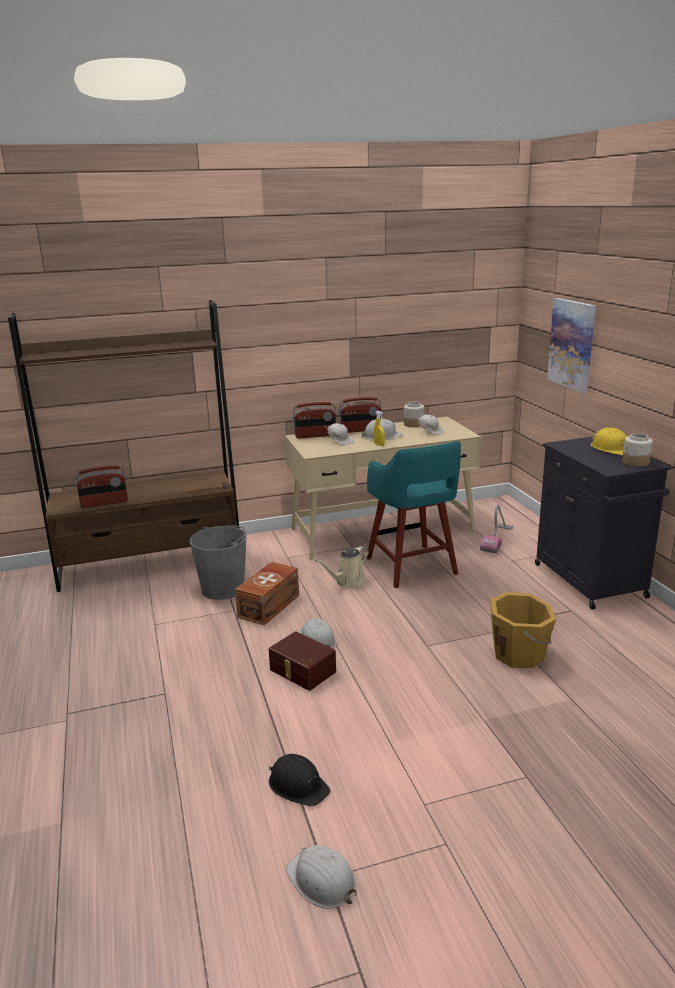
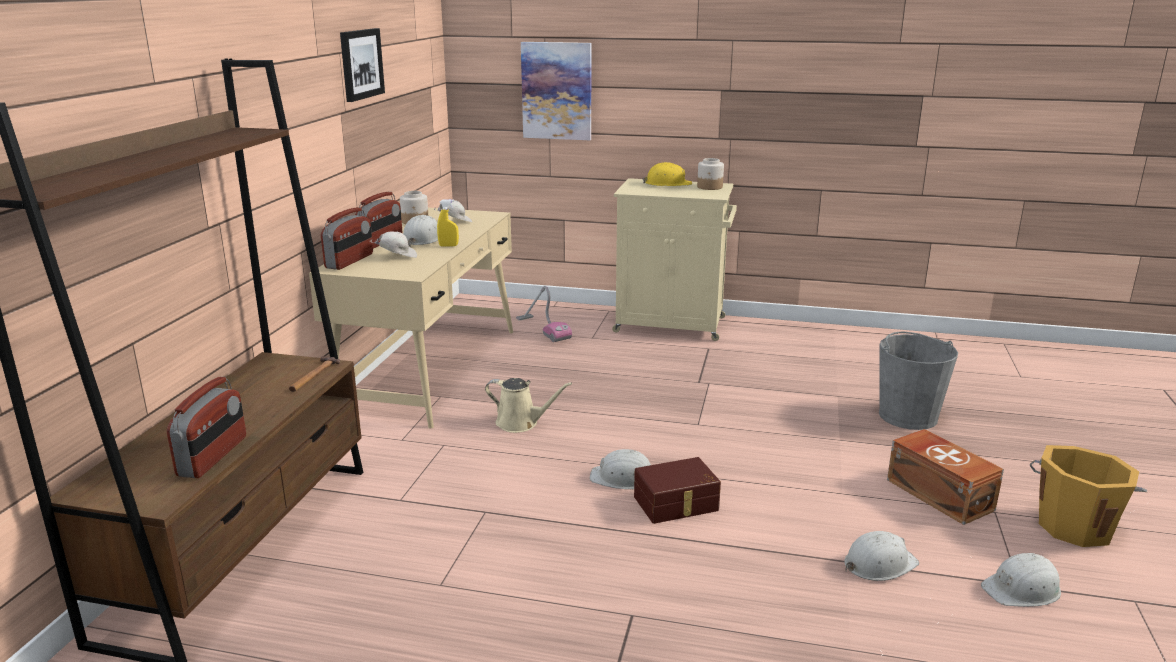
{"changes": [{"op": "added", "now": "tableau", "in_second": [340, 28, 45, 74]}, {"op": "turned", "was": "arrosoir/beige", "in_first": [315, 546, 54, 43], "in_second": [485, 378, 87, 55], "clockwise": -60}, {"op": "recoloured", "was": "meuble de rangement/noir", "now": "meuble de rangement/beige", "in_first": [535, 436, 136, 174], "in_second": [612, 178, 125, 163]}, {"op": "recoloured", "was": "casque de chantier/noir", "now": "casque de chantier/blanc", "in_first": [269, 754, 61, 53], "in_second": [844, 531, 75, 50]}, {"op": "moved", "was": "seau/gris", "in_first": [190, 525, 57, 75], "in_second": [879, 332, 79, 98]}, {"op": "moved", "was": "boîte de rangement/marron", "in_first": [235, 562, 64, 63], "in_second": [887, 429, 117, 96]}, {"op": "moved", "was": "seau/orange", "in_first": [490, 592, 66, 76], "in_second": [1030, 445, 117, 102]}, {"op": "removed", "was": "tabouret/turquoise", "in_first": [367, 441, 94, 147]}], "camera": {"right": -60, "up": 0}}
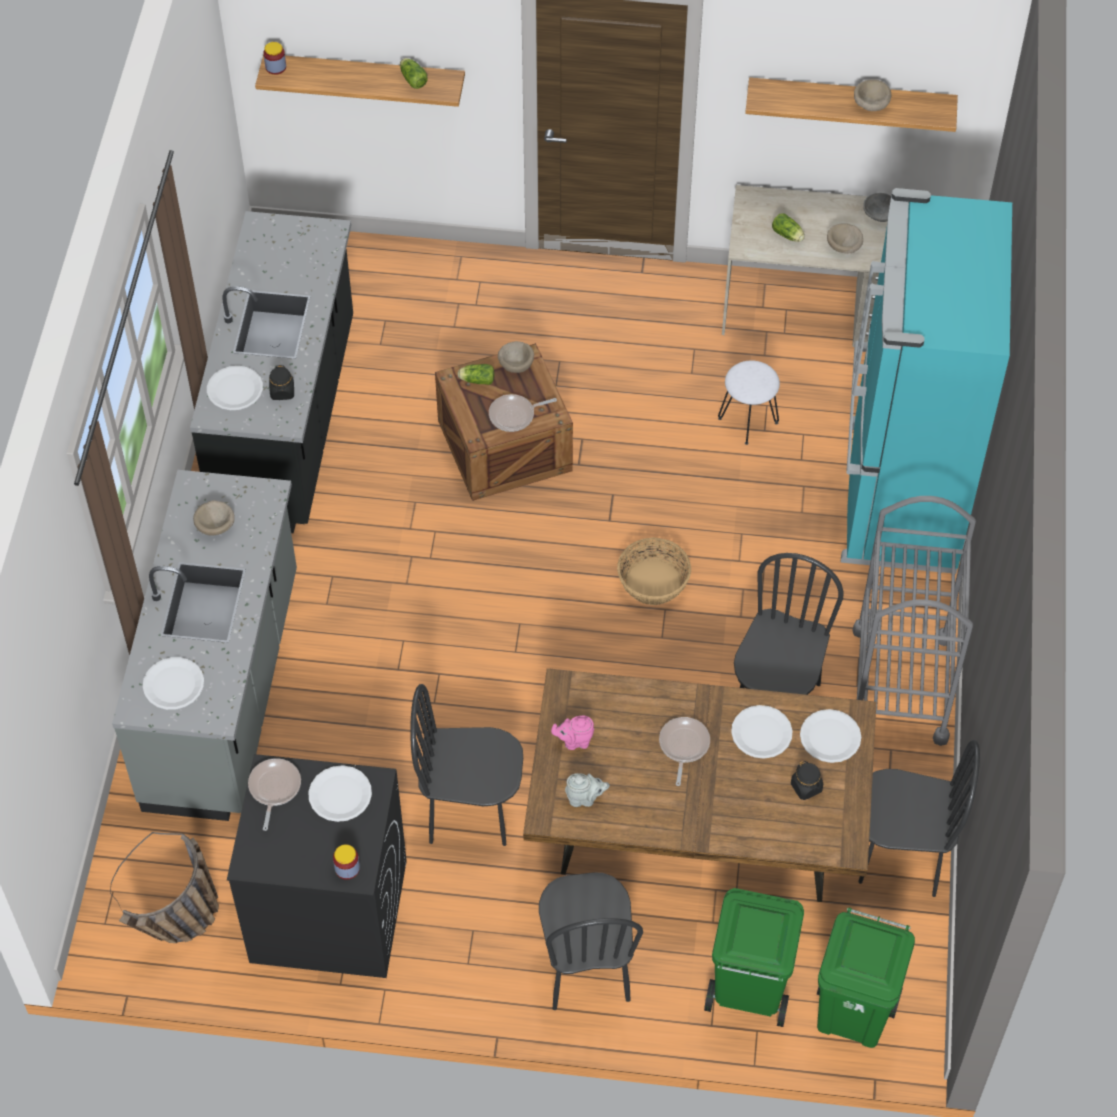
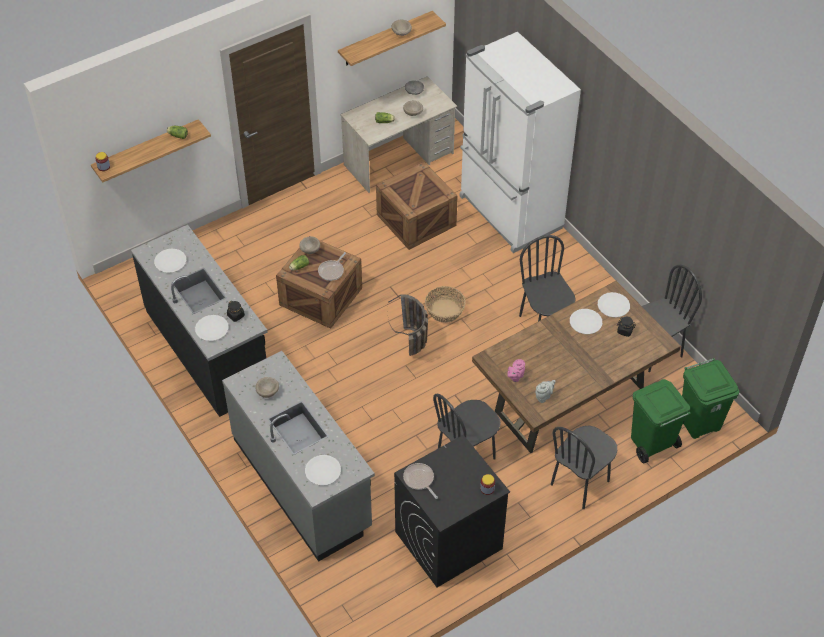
{"changes": [{"op": "moved", "was": "assiette/blanc", "in_first": [308, 765, 64, 57], "in_second": [154, 249, 32, 24]}, {"op": "replaced", "was": "tabouret/blanc", "now": "caisse", "in_first": [718, 360, 62, 85], "in_second": [376, 162, 82, 88]}, {"op": "moved", "was": "panier", "in_first": [110, 832, 109, 111], "in_second": [388, 294, 40, 62]}, {"op": "recoloured", "was": "réfrigérateur/turquoise", "now": "réfrigérateur/blanc", "in_first": [841, 188, 171, 386], "in_second": [459, 32, 122, 221]}, {"op": "turned", "was": "chaise/noir", "in_first": [539, 873, 104, 137], "in_second": [551, 425, 66, 84], "clockwise": 90}, {"op": "removed", "was": "poêle", "in_first": [659, 717, 51, 69]}, {"op": "removed", "was": "chariot/gris", "in_first": [852, 496, 124, 250]}], "camera": {"right": -40, "up": -5}}
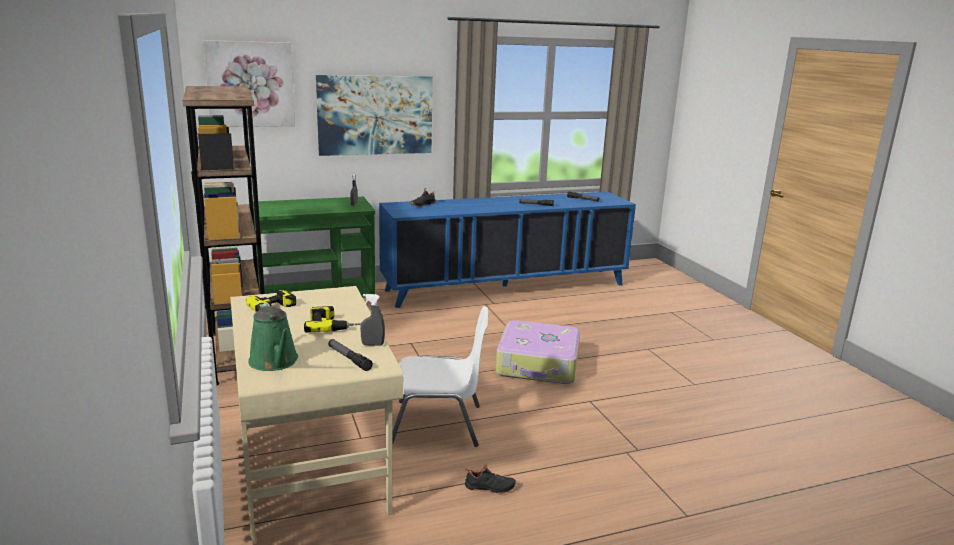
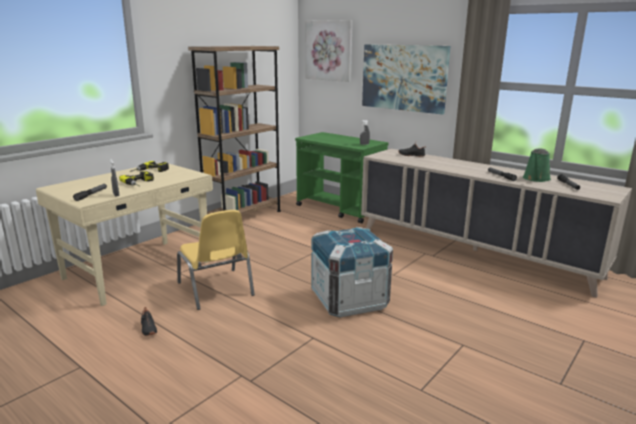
{"changes": [{"op": "recoloured", "was": "chaise/blanc", "now": "chaise/jaune", "in_first": [392, 306, 96, 141], "in_second": [177, 210, 78, 100]}, {"op": "replaced", "was": "valise", "now": "caisse", "in_first": [496, 320, 84, 64], "in_second": [311, 227, 82, 91]}, {"op": "recoloured", "was": "meuble de rangement/bleu", "now": "meuble de rangement/beige", "in_first": [379, 192, 257, 116], "in_second": [361, 148, 271, 150]}, {"op": "moved", "was": "arrosoir/vert", "in_first": [248, 303, 50, 68], "in_second": [523, 149, 28, 33]}], "camera": {"right": 60, "up": 0}}
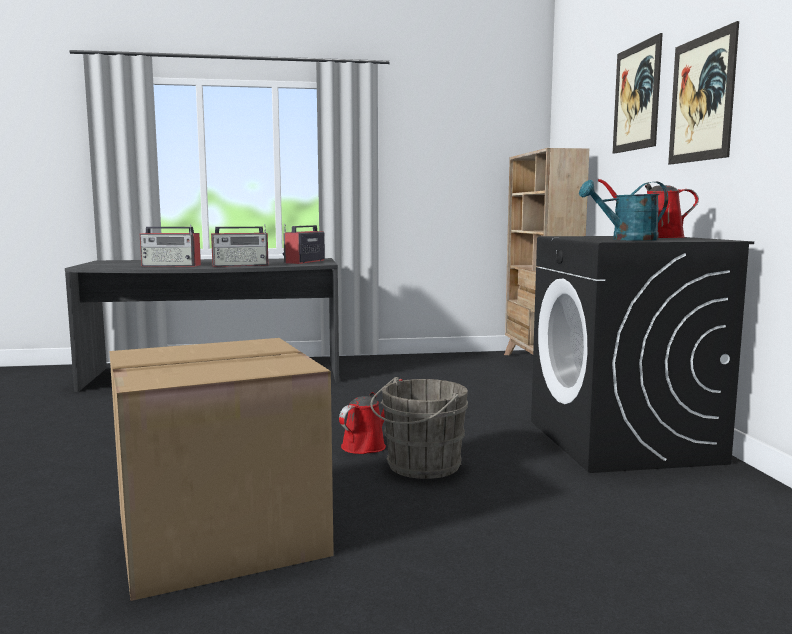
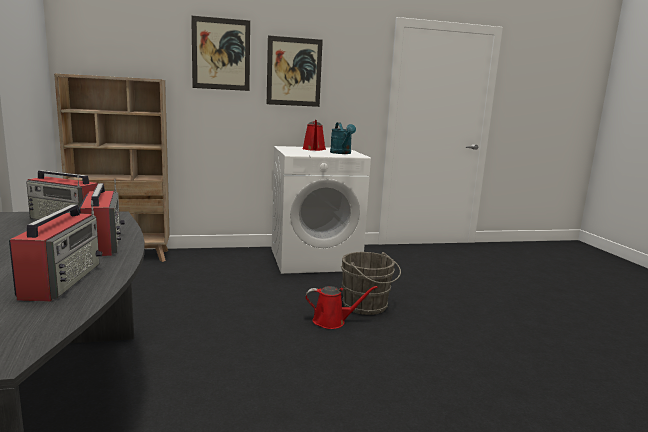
{"changes": [{"op": "recoloured", "was": "lave-linge/noir", "now": "lave-linge/blanc", "in_first": [531, 236, 223, 237], "in_second": [272, 146, 99, 128]}, {"op": "turned", "was": "arrosoir/rouge", "in_first": [339, 379, 63, 75], "in_second": [306, 286, 71, 43], "clockwise": 150}, {"op": "removed", "was": "carton", "in_first": [109, 338, 225, 263]}], "camera": {"right": -95, "up": 5}}
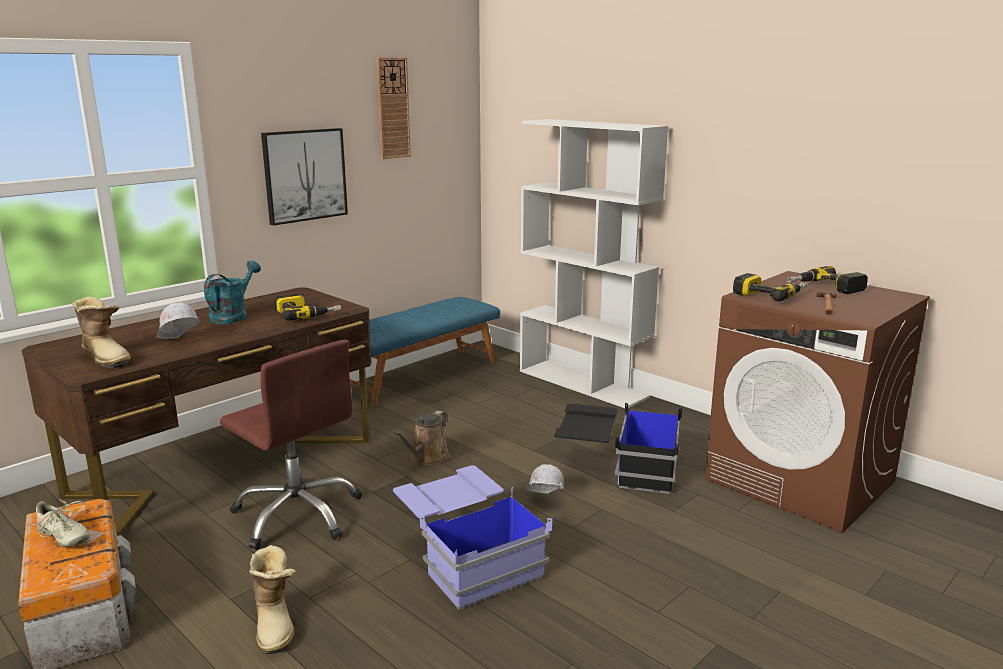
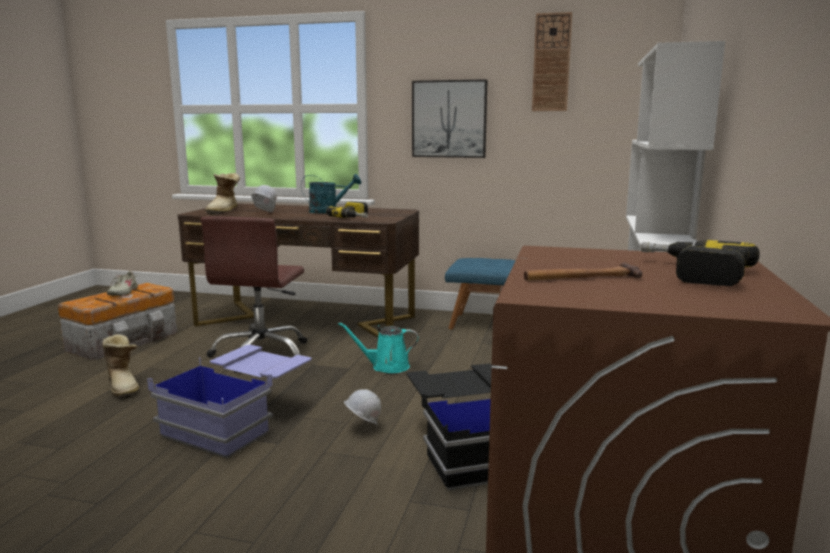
{"changes": [{"op": "turned", "was": "botte", "in_first": [249, 545, 47, 109], "in_second": [103, 334, 36, 65], "clockwise": -75}, {"op": "recoloured", "was": "arrosoir/marron", "now": "arrosoir/turquoise", "in_first": [393, 411, 57, 54], "in_second": [338, 322, 81, 51]}, {"op": "removed", "was": "perceuse", "in_first": [733, 273, 75, 29]}], "camera": {"right": 60, "up": -5}}
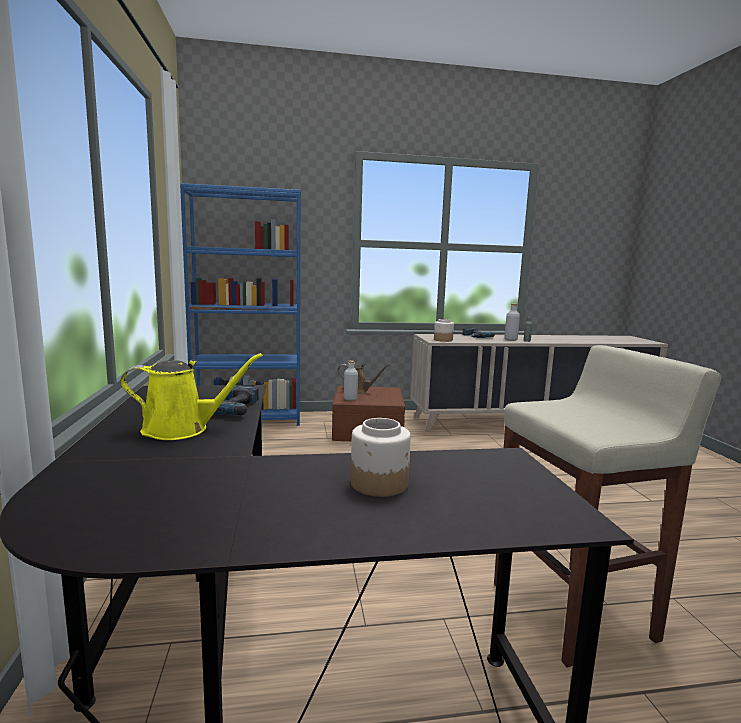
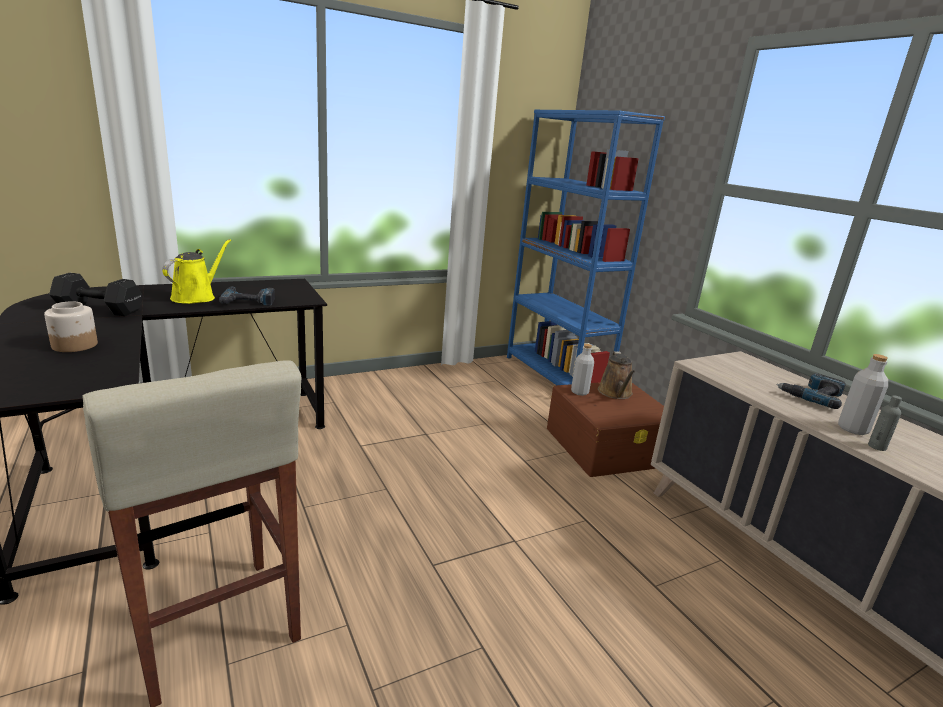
{"changes": [{"op": "added", "now": "haltère/noir", "in_second": [49, 273, 94, 43]}, {"op": "turned", "was": "arrosoir/jaune", "in_first": [120, 353, 143, 87], "in_second": [162, 239, 69, 65], "clockwise": -135}, {"op": "removed", "was": "bocal", "in_first": [434, 319, 20, 23]}], "camera": {"right": 70, "up": 10}}
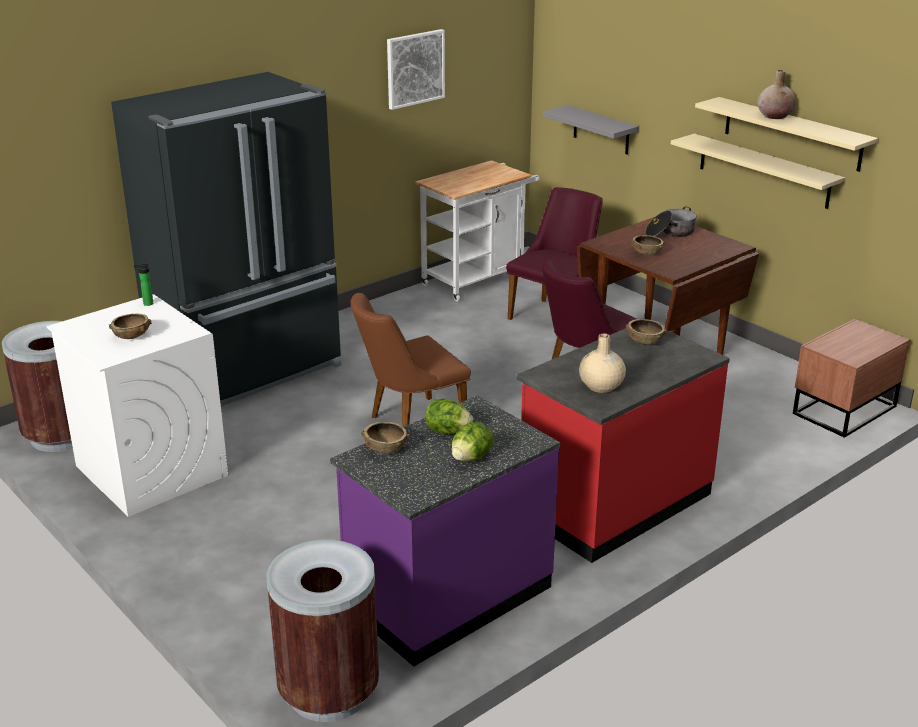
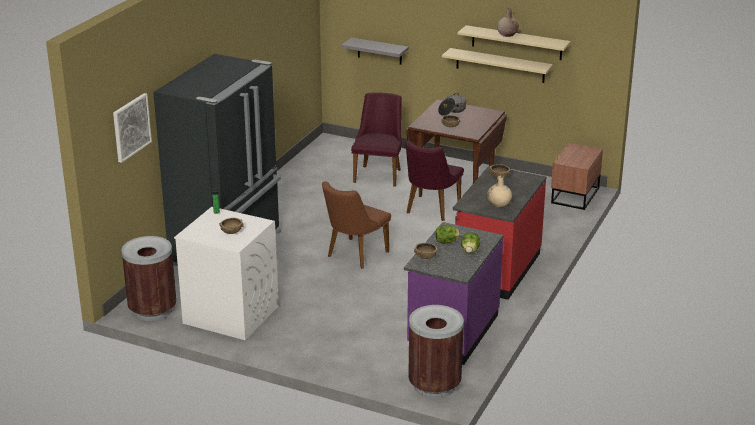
{"changes": [{"op": "moved", "was": "tableau", "in_first": [387, 29, 58, 81], "in_second": [113, 93, 39, 70]}, {"op": "removed", "was": "chariot/blanc", "in_first": [415, 160, 124, 141]}], "camera": {"right": -25, "up": 0}}
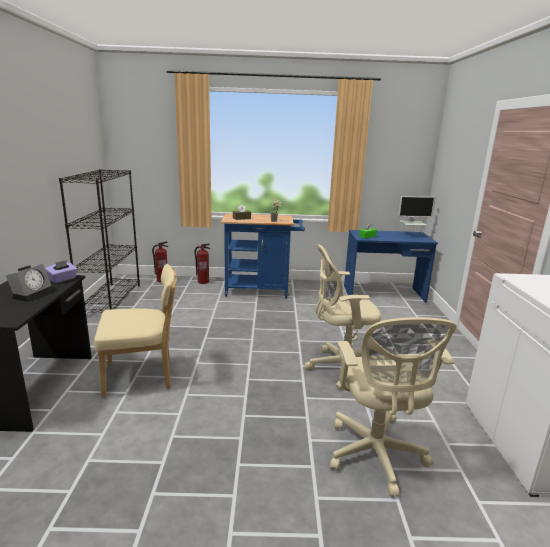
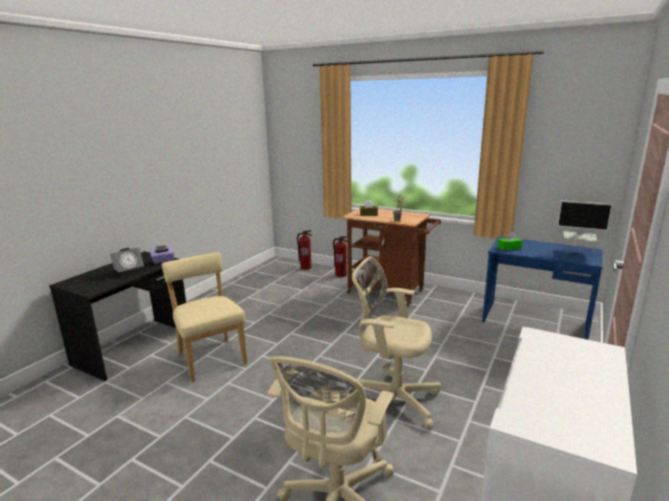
{"changes": [{"op": "turned", "was": "chaise/beige", "in_first": [94, 264, 83, 134], "in_second": [162, 252, 85, 129], "clockwise": -135}, {"op": "recoloured", "was": "chariot/bleu", "now": "chariot/marron", "in_first": [221, 213, 84, 85], "in_second": [343, 208, 98, 98]}, {"op": "removed", "was": "bibliothèque/noir", "in_first": [59, 169, 81, 144]}], "camera": {"right": 30, "up": 0}}
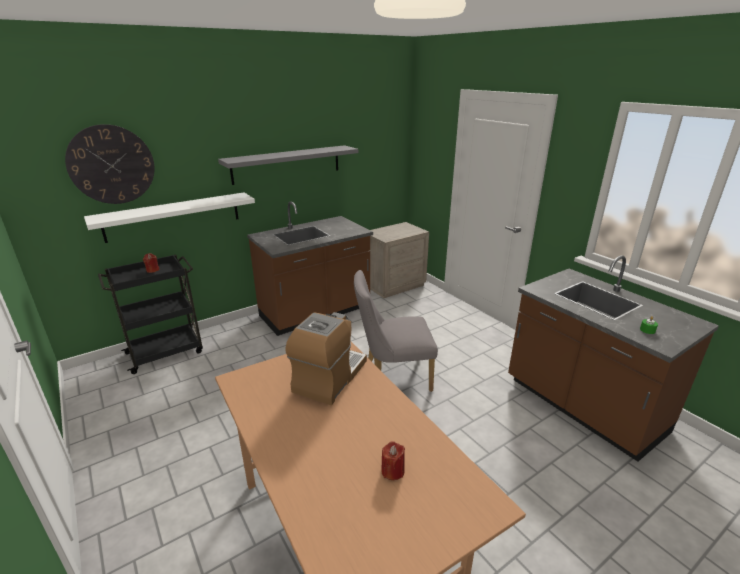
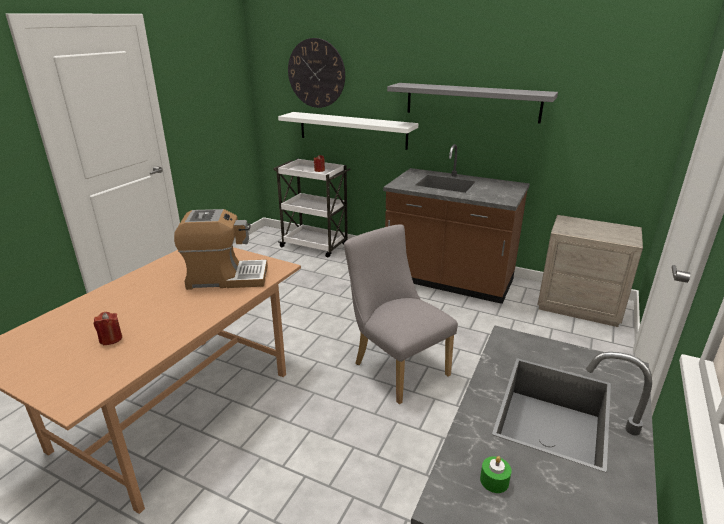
{"changes": [{"op": "recoloured", "was": "chariot/noir", "now": "chariot/blanc", "in_first": [98, 254, 105, 120], "in_second": [273, 158, 78, 100]}], "camera": {"right": 60, "up": 0}}
